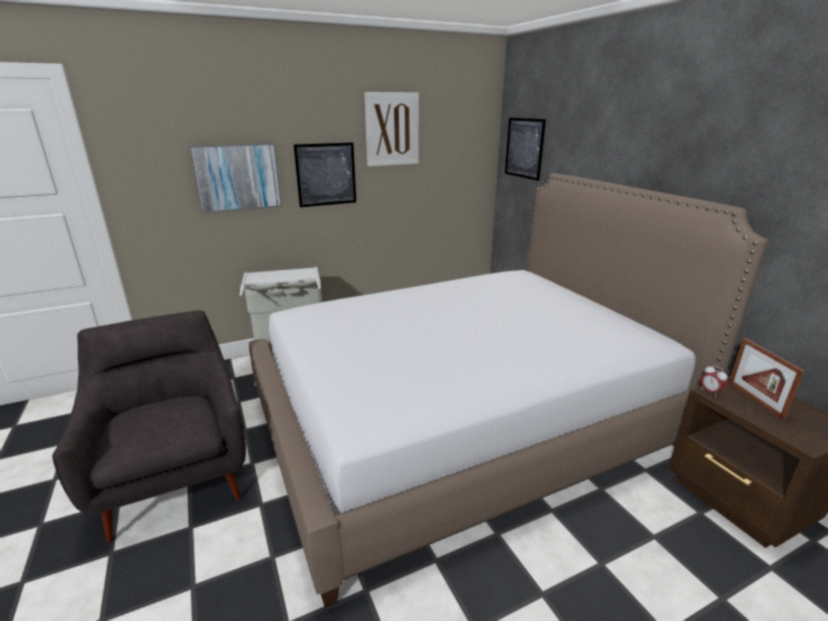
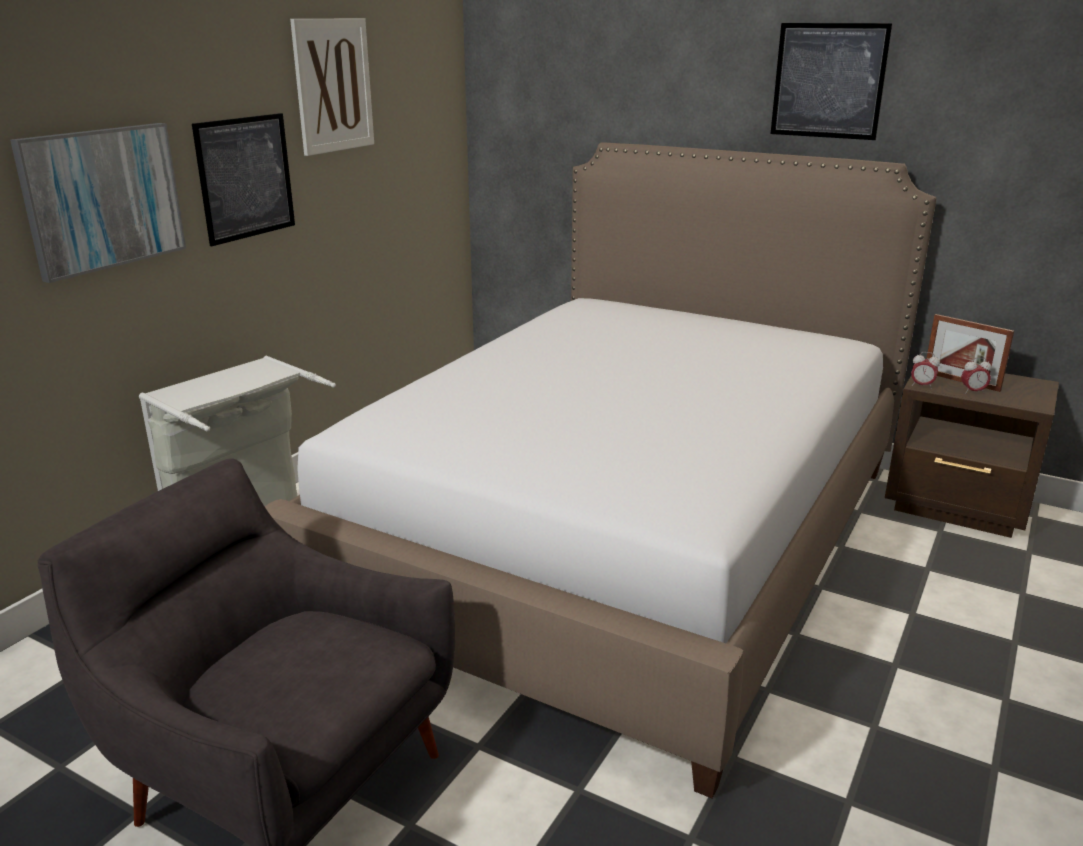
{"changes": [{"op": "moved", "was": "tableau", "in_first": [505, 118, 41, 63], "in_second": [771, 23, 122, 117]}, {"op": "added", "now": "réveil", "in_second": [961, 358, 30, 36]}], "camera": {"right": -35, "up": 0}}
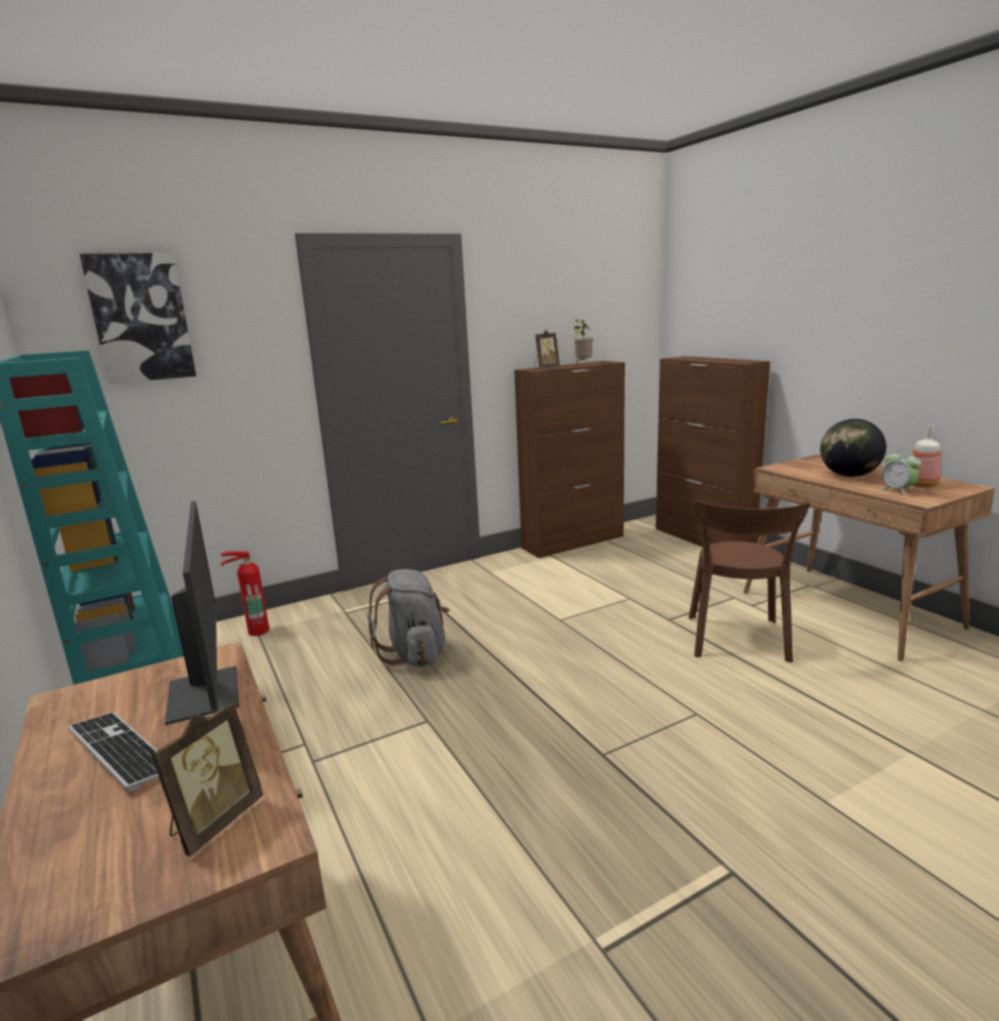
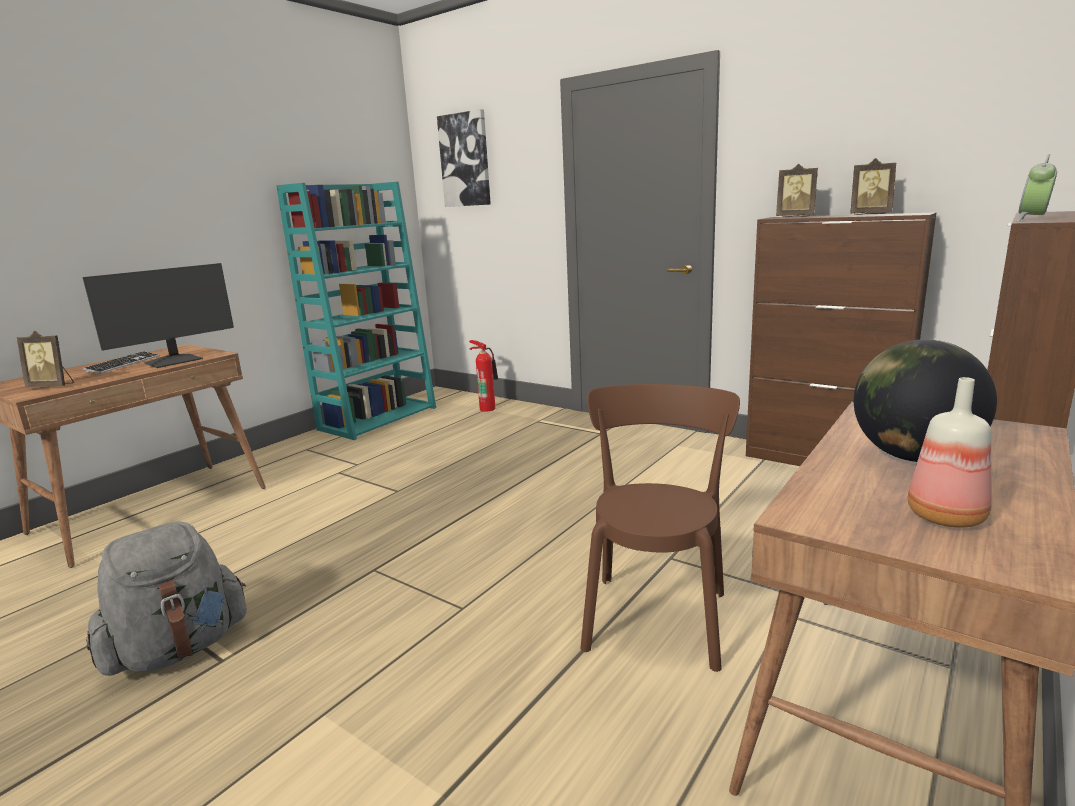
{"changes": [{"op": "moved", "was": "sac à dos/gris", "in_first": [367, 569, 83, 98], "in_second": [86, 521, 161, 155]}, {"op": "turned", "was": "chaise/marron", "in_first": [689, 501, 121, 161], "in_second": [580, 384, 160, 288], "clockwise": 120}, {"op": "replaced", "was": "plante en pot", "now": "cadre photo", "in_first": [574, 320, 19, 43], "in_second": [851, 158, 45, 57]}, {"op": "moved", "was": "réveil", "in_first": [880, 450, 41, 46], "in_second": [1016, 155, 41, 66]}], "camera": {"right": 65, "up": 0}}
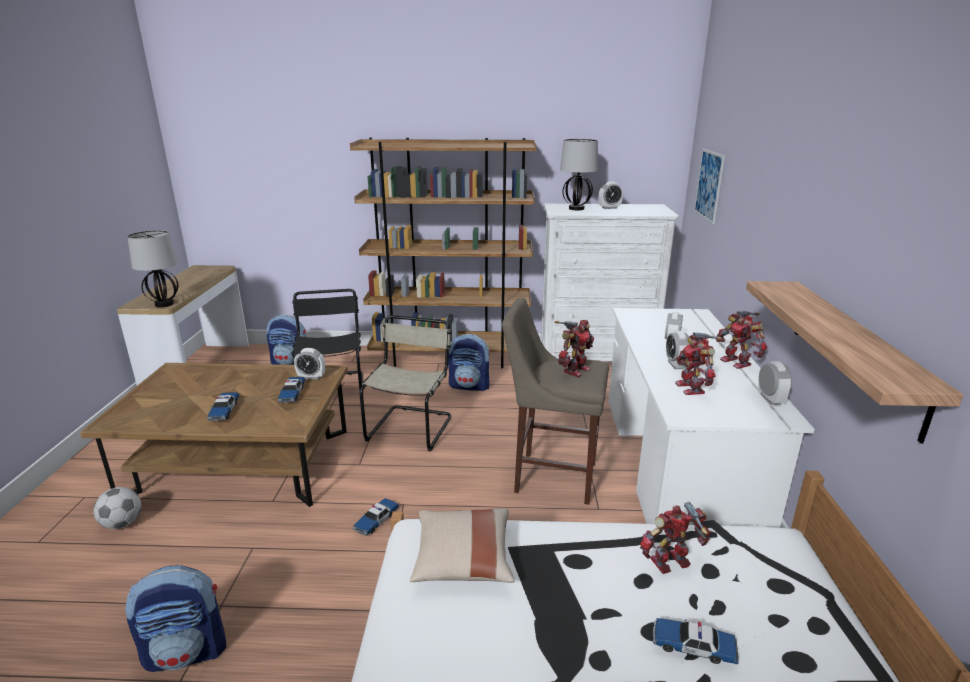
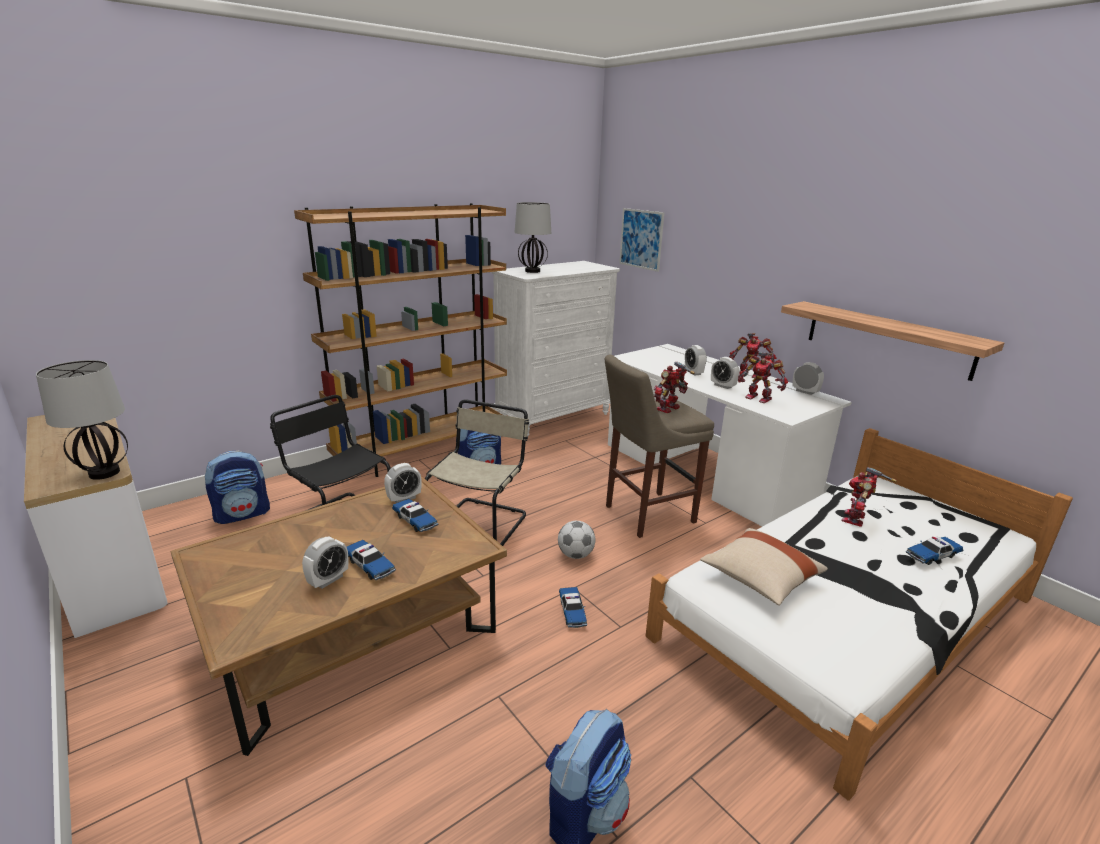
{"changes": [{"op": "moved", "was": "réveil", "in_first": [599, 182, 24, 27], "in_second": [302, 536, 47, 53]}, {"op": "turned", "was": "chaise/beige", "in_first": [360, 315, 91, 136], "in_second": [425, 400, 104, 146], "clockwise": 45}, {"op": "moved", "was": "ballon de foot", "in_first": [93, 487, 48, 42], "in_second": [558, 521, 37, 38]}, {"op": "turned", "was": "robot jouet", "in_first": [555, 320, 39, 57], "in_second": [654, 362, 41, 51], "clockwise": -135}], "camera": {"right": -40, "up": 0}}
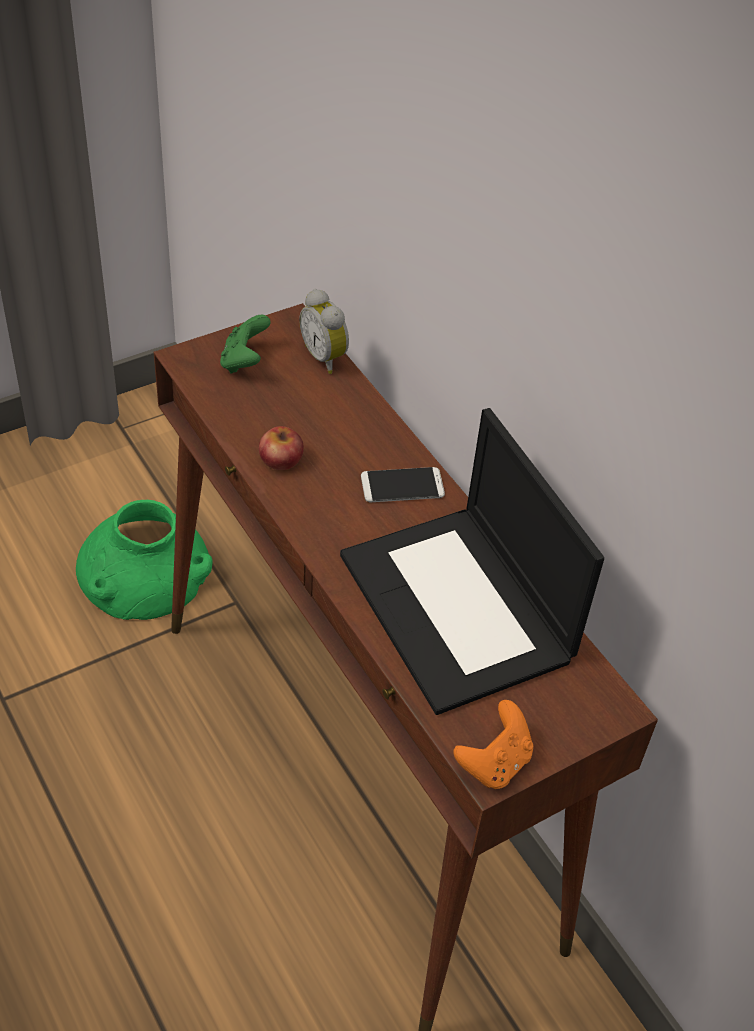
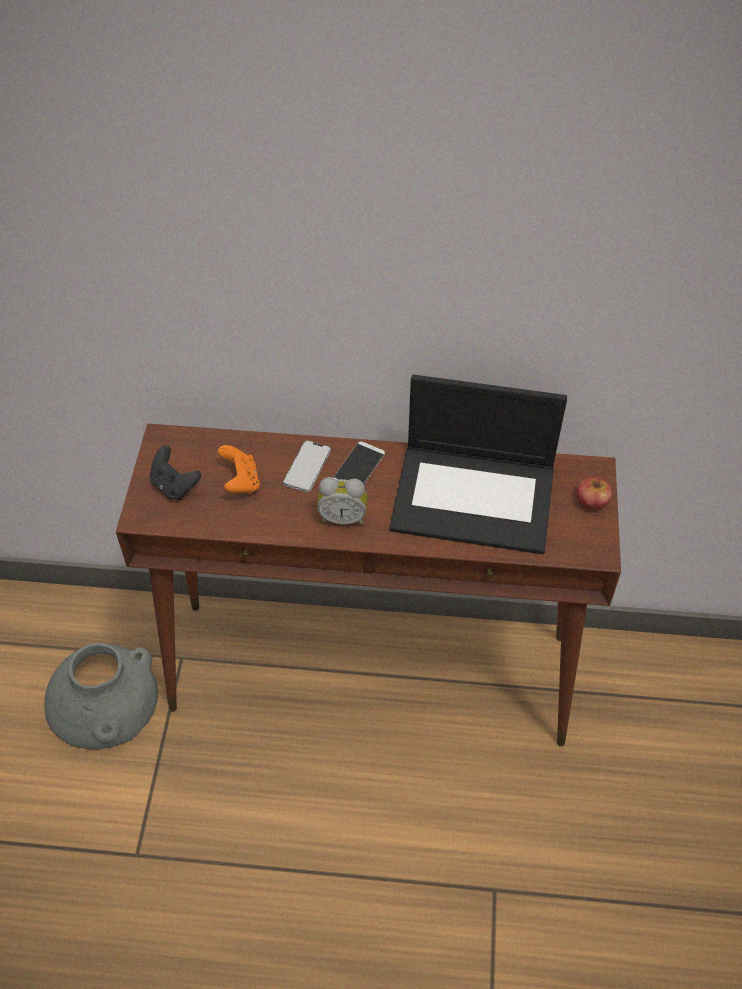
{"changes": [{"op": "recoloured", "was": "vase/vert", "now": "vase/gris", "in_first": [76, 500, 137, 120], "in_second": [44, 643, 114, 106]}, {"op": "recoloured", "was": "manette/vert", "now": "manette/noir", "in_first": [220, 315, 51, 58], "in_second": [149, 446, 52, 54]}, {"op": "moved", "was": "manette/orange", "in_first": [453, 700, 80, 89], "in_second": [218, 445, 42, 49]}, {"op": "added", "now": "téléphone", "in_second": [283, 440, 48, 52]}, {"op": "moved", "was": "réveil", "in_first": [299, 289, 50, 85], "in_second": [317, 477, 51, 49]}, {"op": "moved", "was": "pomme", "in_first": [259, 426, 45, 44], "in_second": [576, 477, 36, 34]}], "camera": {"right": -50, "up": 5}}
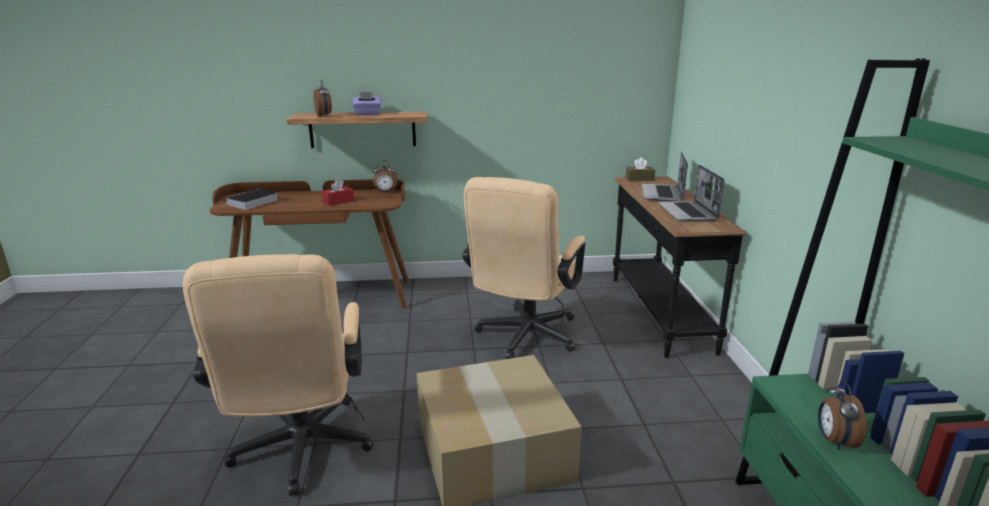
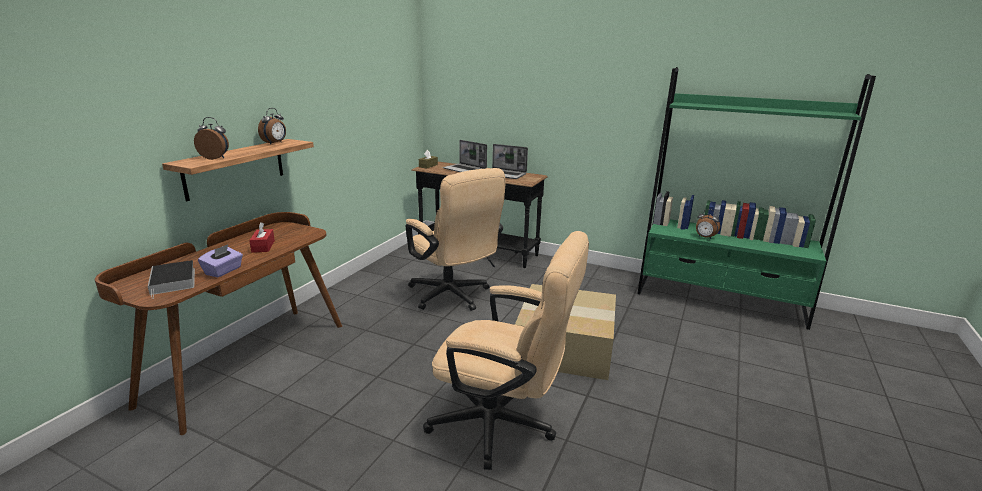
{"changes": [{"op": "moved", "was": "boîte à mouchoirs/violet", "in_first": [352, 92, 29, 23], "in_second": [198, 244, 45, 33]}, {"op": "moved", "was": "réveil", "in_first": [373, 161, 25, 32], "in_second": [258, 108, 28, 37]}], "camera": {"right": -60, "up": 0}}
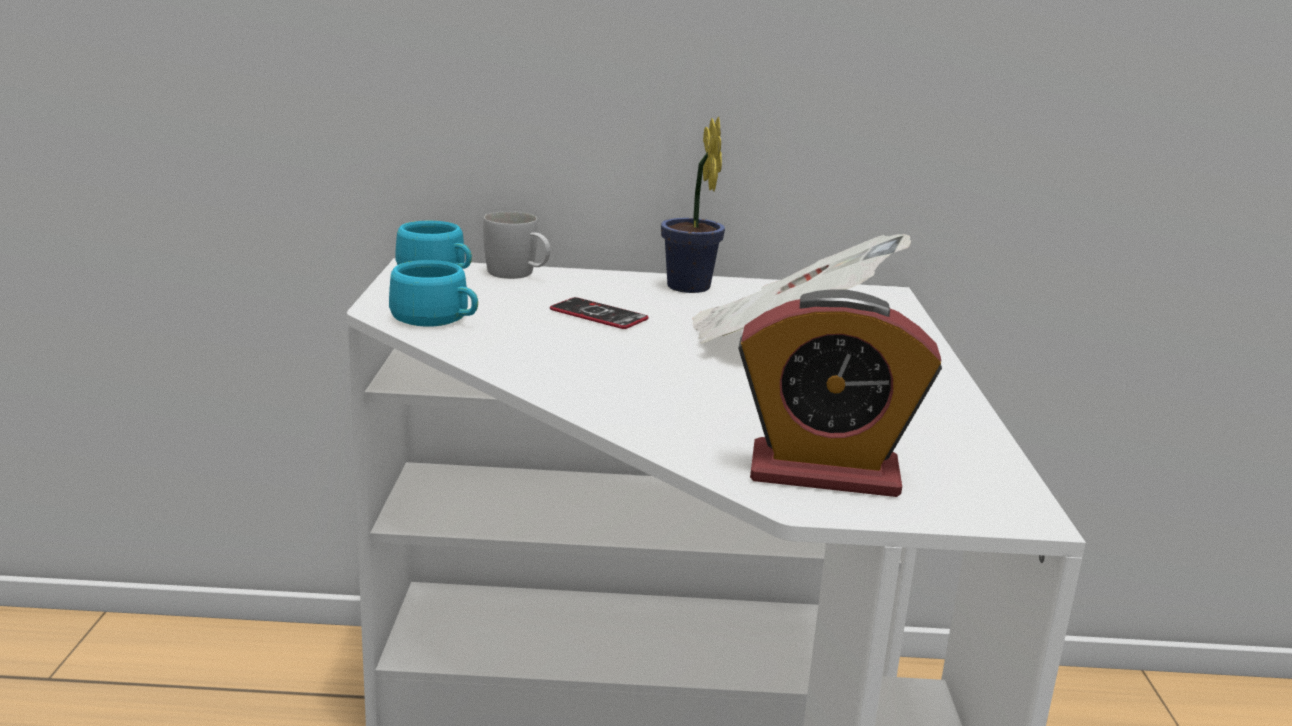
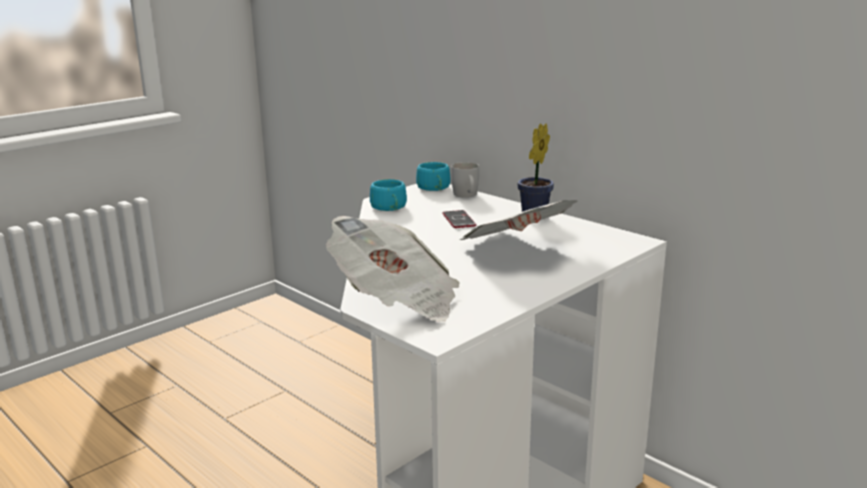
{"changes": [{"op": "replaced", "was": "réveil", "now": "journal", "in_first": [738, 289, 204, 208], "in_second": [326, 216, 134, 106]}], "camera": {"right": 45, "up": 0}}
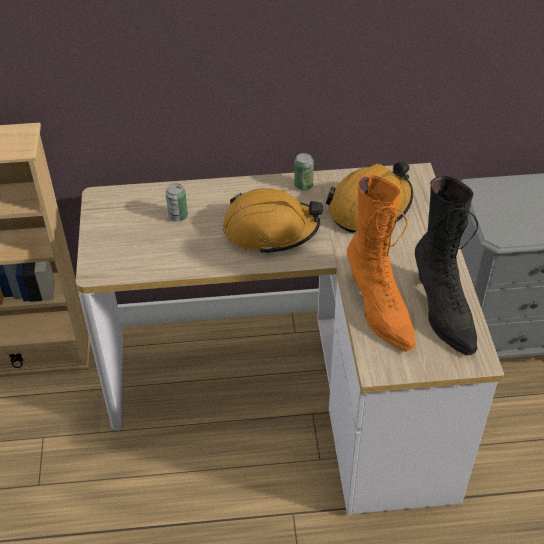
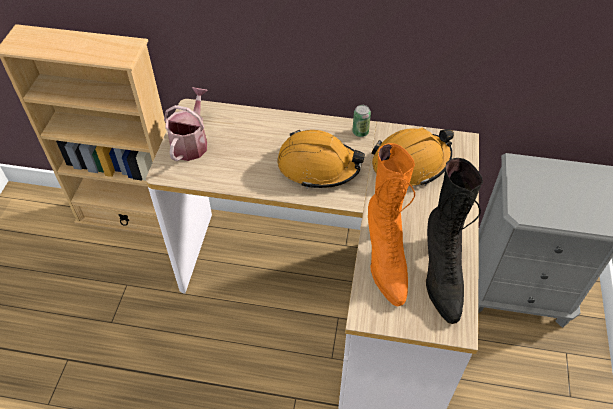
{"changes": [{"op": "added", "now": "arrosoir", "in_second": [164, 87, 44, 74]}, {"op": "removed", "was": "boîte métallique", "in_first": [165, 183, 23, 39]}], "camera": {"right": 15, "up": 5}}
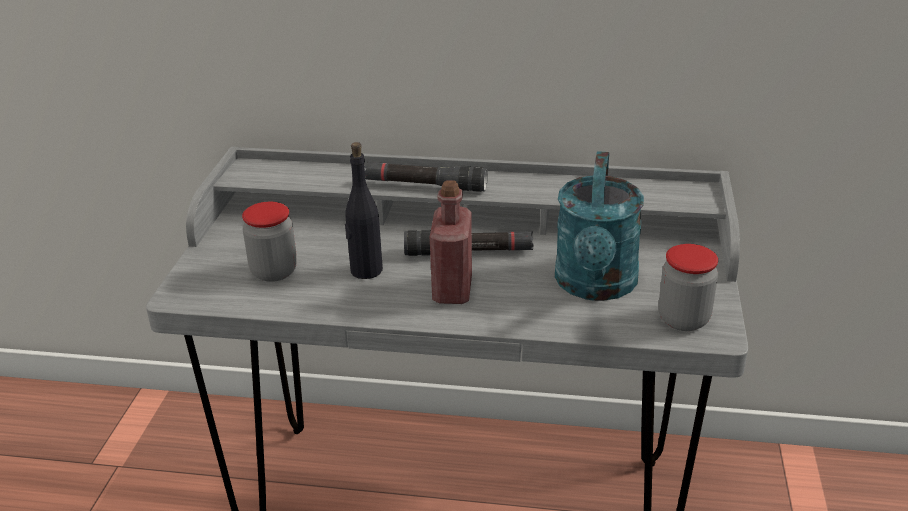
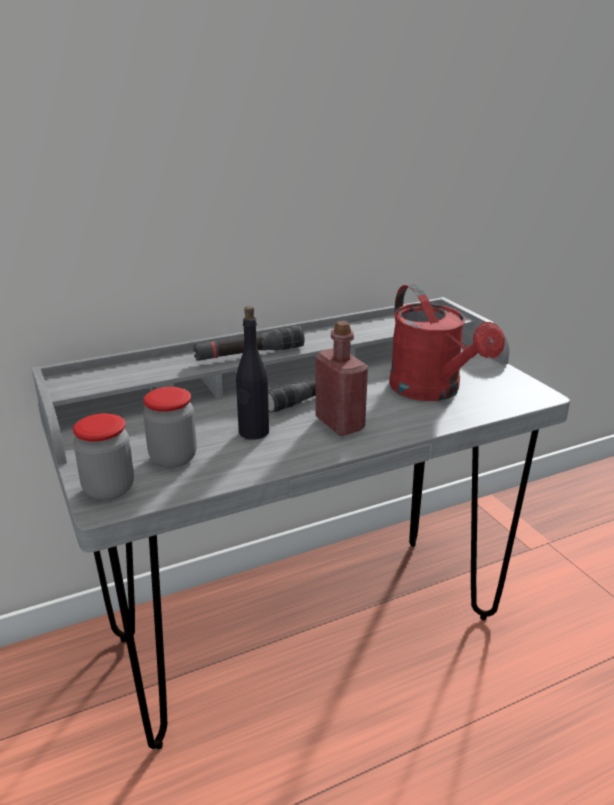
{"changes": [{"op": "moved", "was": "bocal", "in_first": [658, 244, 60, 87], "in_second": [73, 413, 61, 87]}, {"op": "recoloured", "was": "arrosoir/turquoise", "now": "arrosoir/rouge", "in_first": [555, 151, 89, 150], "in_second": [389, 284, 116, 117]}], "camera": {"right": -35, "up": -5}}
